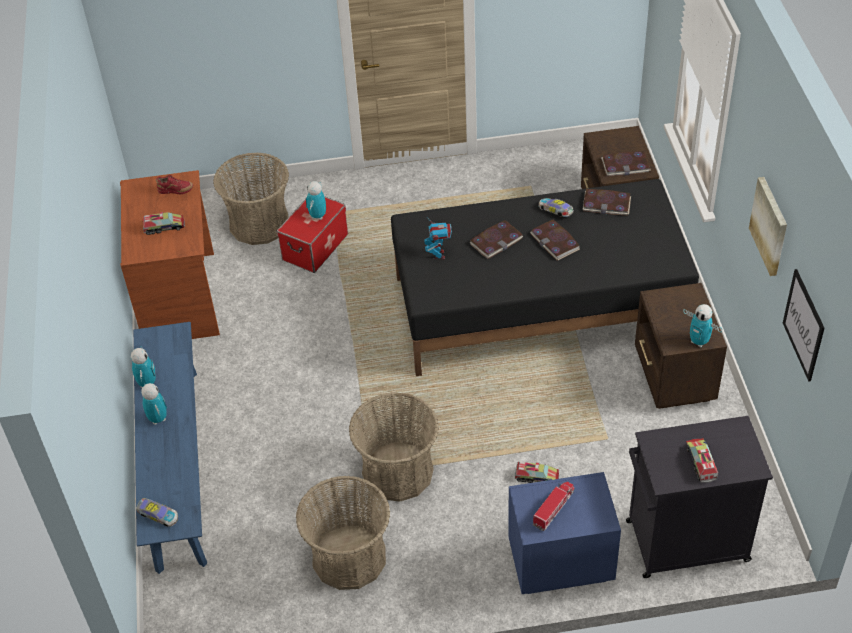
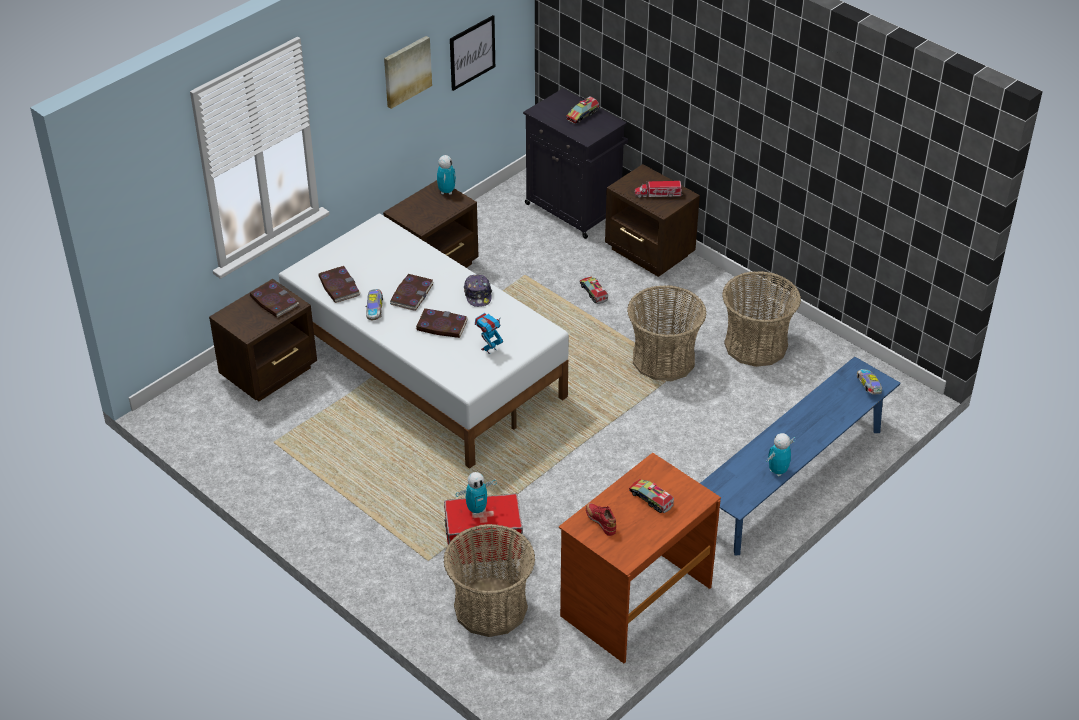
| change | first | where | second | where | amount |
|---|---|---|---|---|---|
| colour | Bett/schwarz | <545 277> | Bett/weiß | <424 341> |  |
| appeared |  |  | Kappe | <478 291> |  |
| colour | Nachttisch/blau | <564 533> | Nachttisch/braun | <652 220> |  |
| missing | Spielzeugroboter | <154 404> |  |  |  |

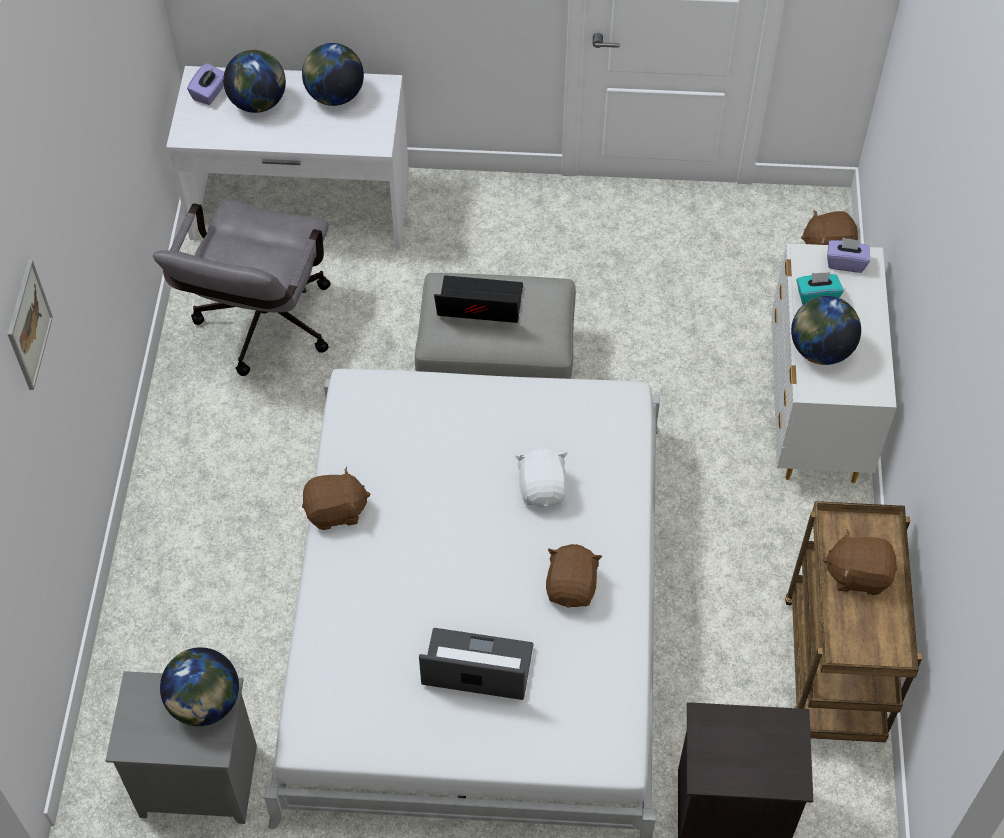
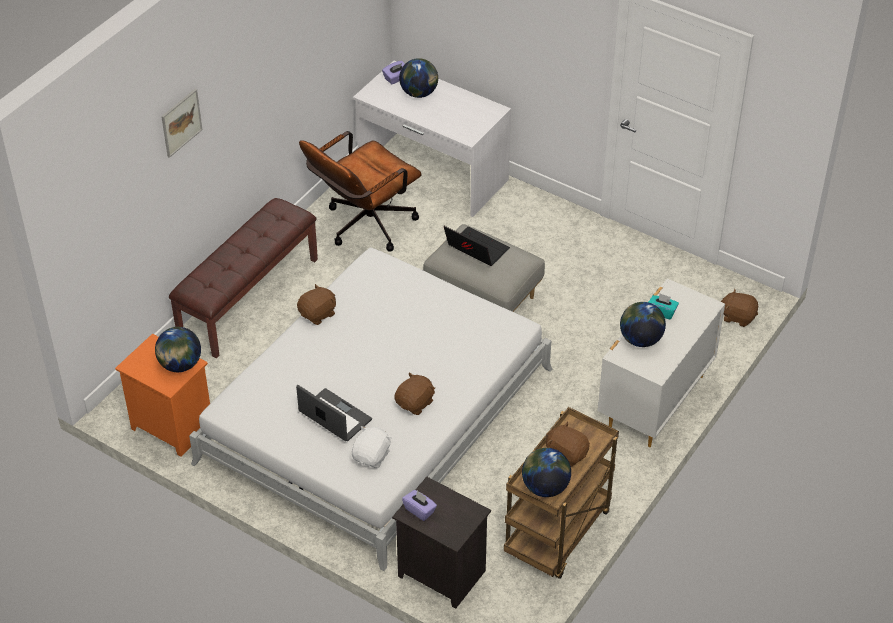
| change | first | where | second | where | amount |
|---|---|---|---|---|---|
| colour | Nachttisch/grau | <181 747> | Nachttisch/orange | <162 395> |  |
| appeared |  |  | Bank/braun | <243 278> |  |
| spun | Plüschtier/braun | <336 498> |  | <316 304> | 60 degrees counterclockwise |
| colour | Bürostuhl/grau | <241 288> | Bürostuhl/braun | <360 191> |  |
| relocated | Plüschtier/weiß | <541 477> |  | <372 447> |  |
| relocated | Taschentuchbox/lila | <848 255> |  | <419 505> |  |
| relocated | Globus | <333 74> |  | <546 472> |  |

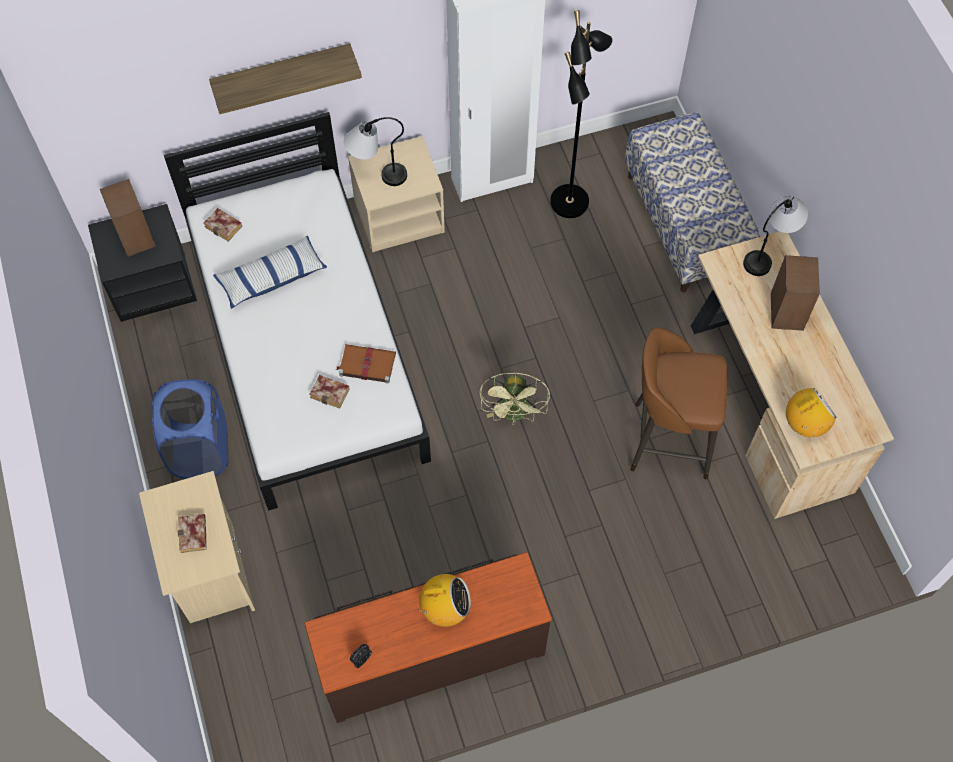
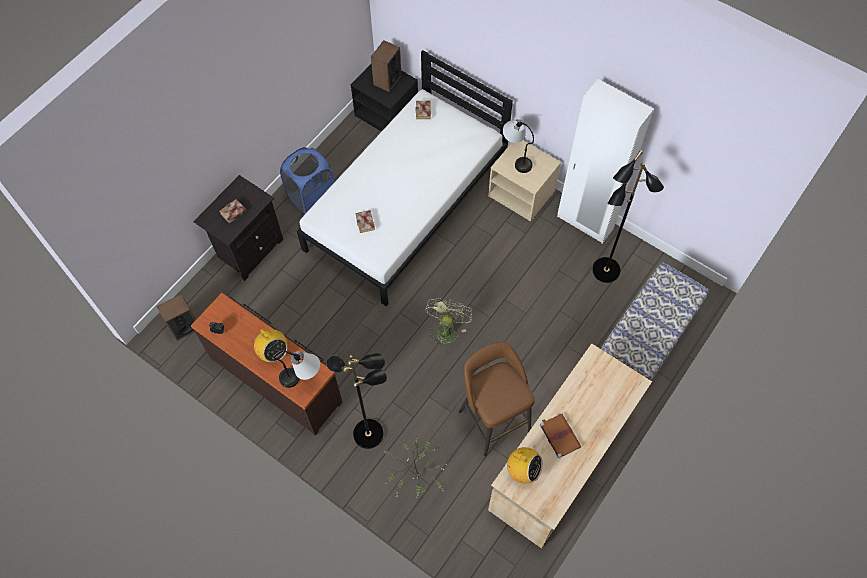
| change | first | where | second | where | amount |
|---|---|---|---|---|---|
| relocated | Lautsprecher | <795 293> |  | <176 317> |  |
| colour | Nachttisch/beige | <197 547> | Nachttisch/schwarz | <238 228> |  |
| relocated | Tischlampe | <775 235> |  | <294 368> |  |
| appeared |  |  | Stehlampe/schwarz | <357 401> |  |
| appeared |  |  | Topfpflanze | <415 465> |  |
| spun | Ventilator/grün | <514 399> |  | <448 323> | 135 degrees clockwise |
| relocated | Buch/braun | <365 364> |  | <560 436> |  |
| missing | Wandregal | <285 78> |  |  |  |
| missing | Kissen | <270 272> |  |  |  |

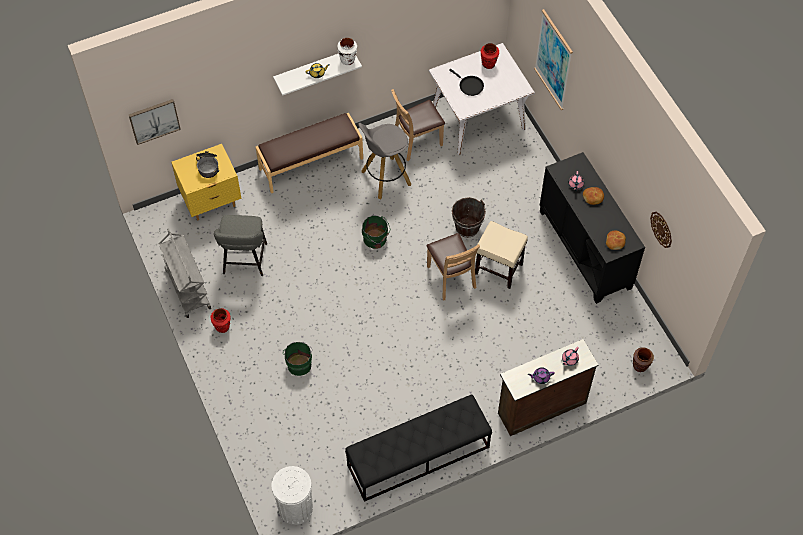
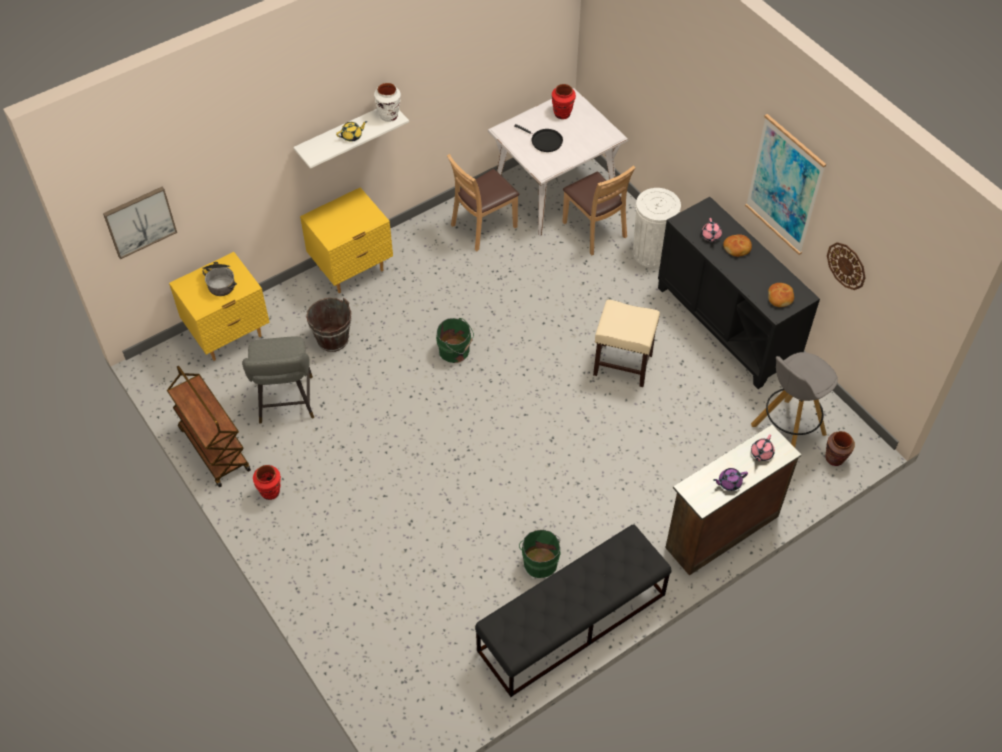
| change | first | where | second | where | amount |
|---|---|---|---|---|---|
| colour | Rollwagen/grau | <185 273> | Rollwagen/braun | <209 426> |  |
| exchanged | Bank/braun | <309 153> | Nachttisch/gelb | <346 240> |  |
| relocated | Eimer/braun | <469 217> |  | <329 325> |  |
| relocated | Eimer/grün | <298 359> |  | <540 554> |  |
| relocated | Stuhl/braun | <453 266> |  | <598 210> |  |
| relocated | Mülleimer/weiß | <292 495> |  | <657 228> |  |
| relocated | Bild | <553 59> |  | <785 184> |  |
| relocated | Hocker/grau | <384 161> |  | <794 399> |  |

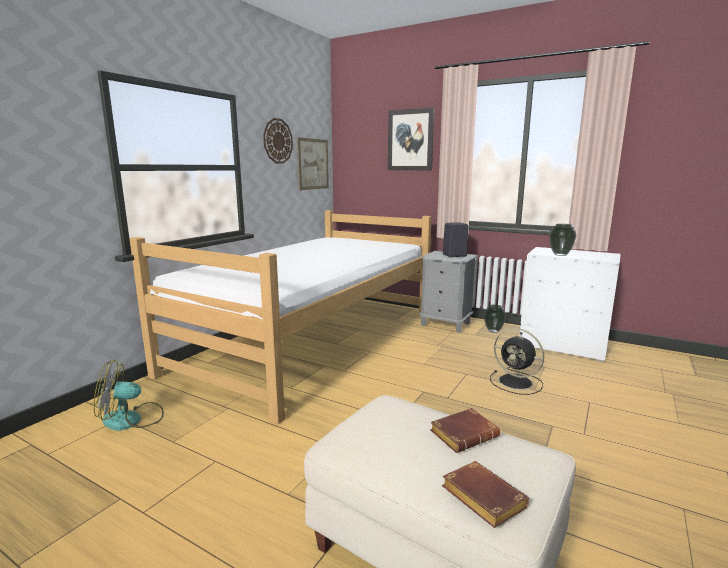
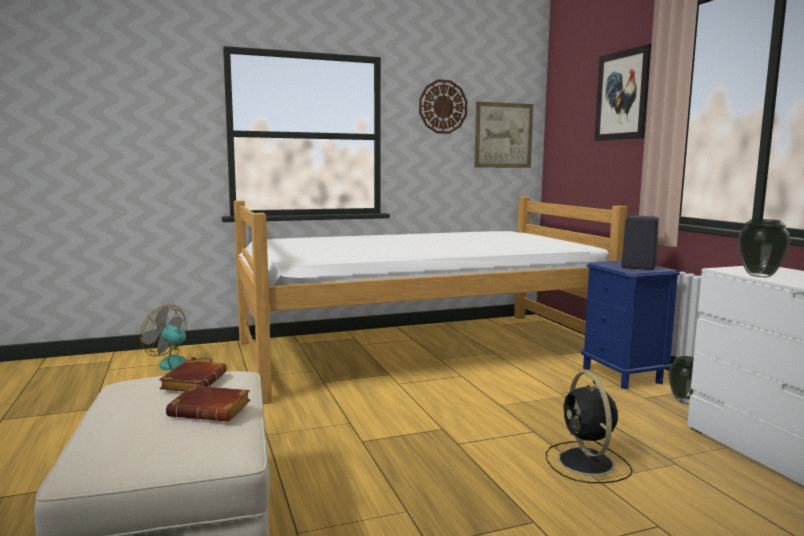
| change | first | where | second | where | amount |
|---|---|---|---|---|---|
| relocated | Buch/braun | <486 494> |  | <193 376> |  |
| colour | Nachttisch/grau | <448 292> | Nachttisch/blau | <630 325> |  |

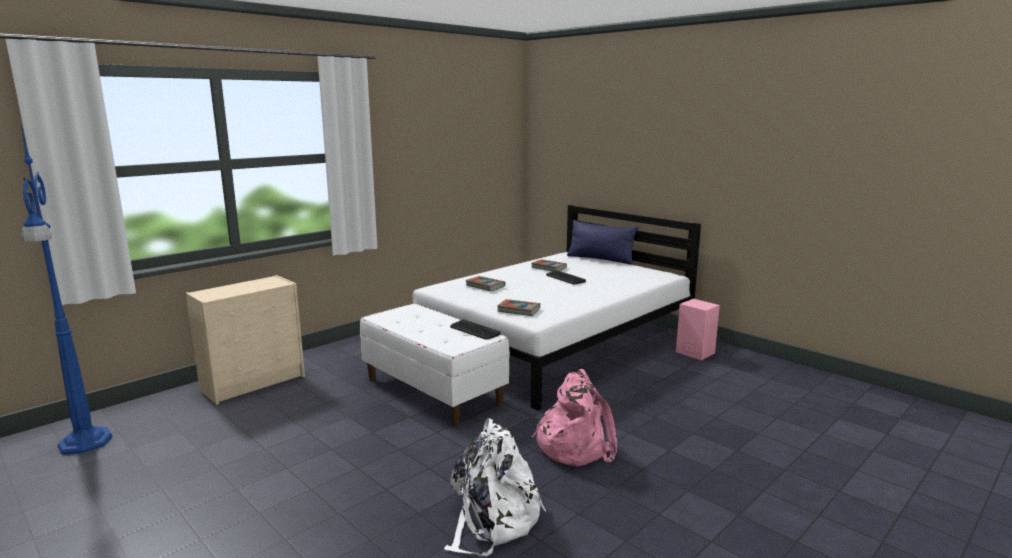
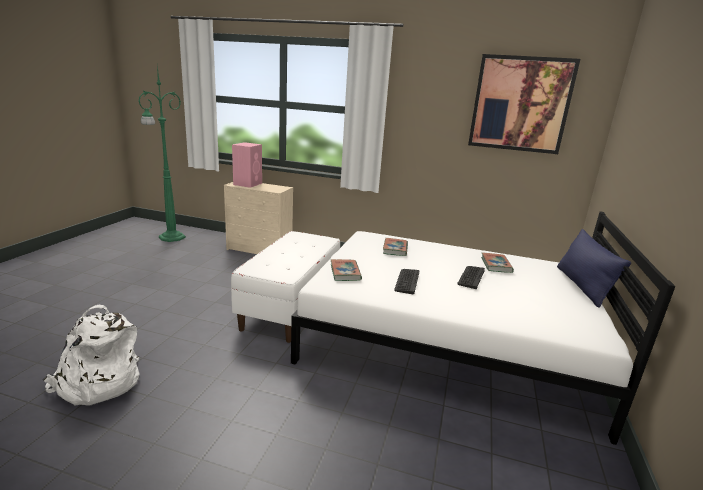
| change | first | where | second | where | amount |
|---|---|---|---|---|---|
| colour | Stehlampe/blau | <66 290> | Stehlampe/grün | <162 154> |  |
| relocated | Lautsprecher/rosa | <698 329> |  | <247 165> |  |
| relocated | Tastatur | <475 329> |  | <406 281> |  |
| appeared |  |  | Bild | <524 104> |  |
| missing | Rucksack/rosa | <574 418> |  |  |  |

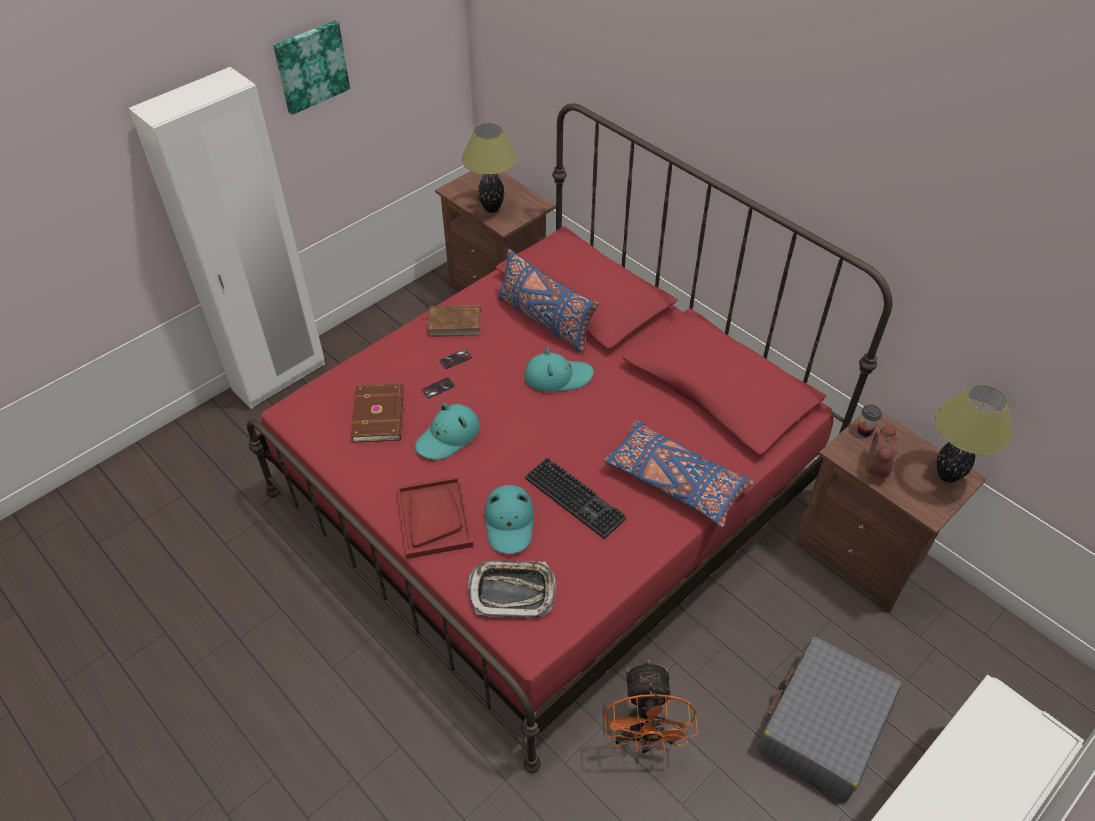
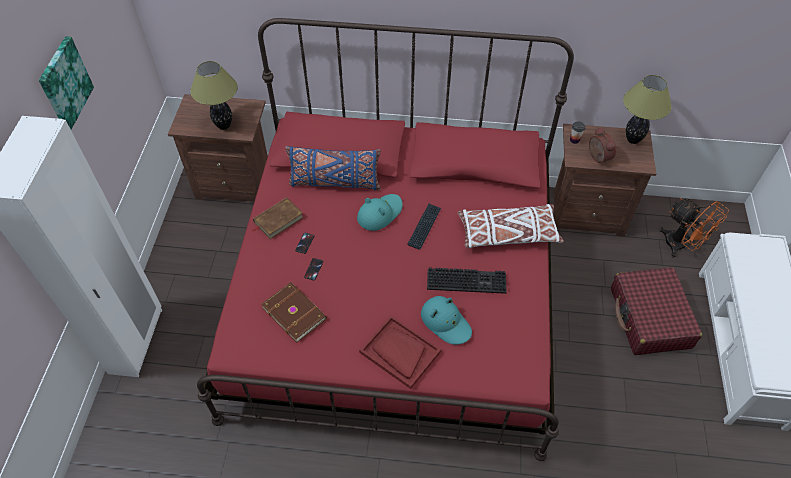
| change | first | where | second | where | amount |
|---|---|---|---|---|---|
| appeared |  |  | Tastatur | <424 226> |  |
| colour | Kissen/blau | <679 474> | Kissen/weiß | <511 226> |  |
| colour | Koffer/grau | <829 719> | Koffer/rot | <656 311> |  |
| relocated | Ventilator/orange | <651 706> |  | <694 228> |  |
| missing | Hut/türkis | <447 431> |  |  |  |
| missing | Tablett | <511 589> |  |  |  |

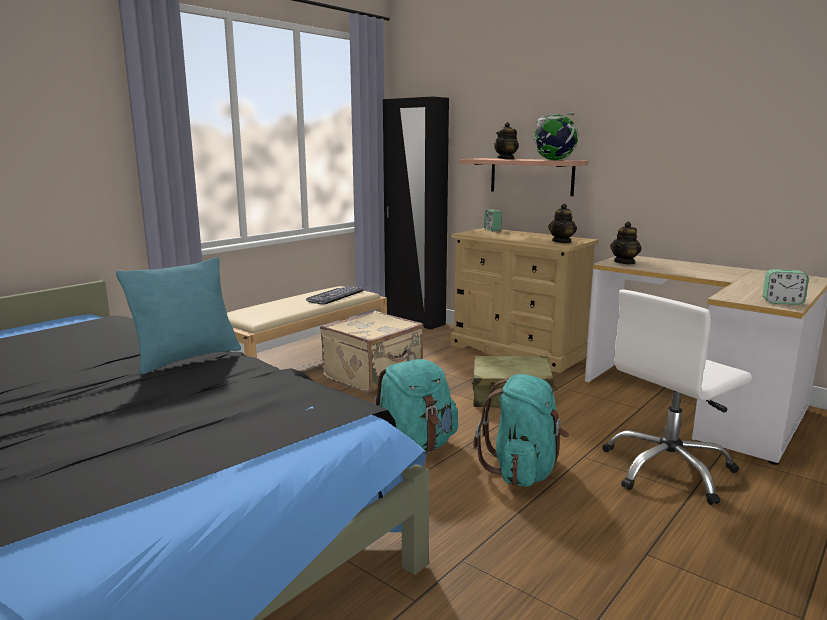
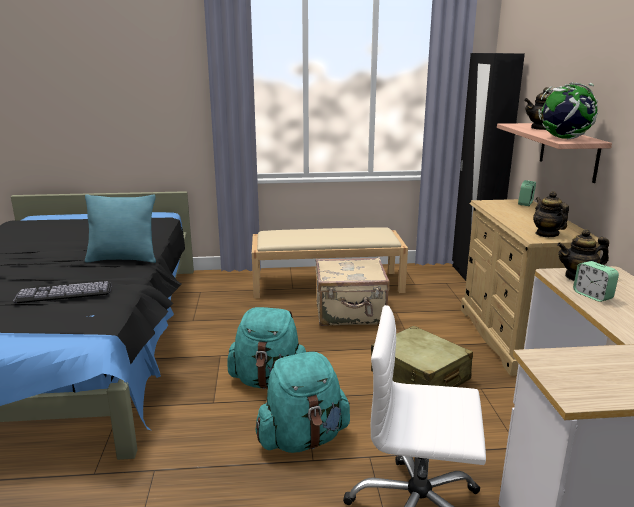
| change | first | where | second | where | amount |
|---|---|---|---|---|---|
| relocated | Tastatur | <335 295> |  | <62 291> |  |
| spun | Teekanne | <562 223> |  | <551 214> | 90 degrees clockwise |
| relocated | Wecker | <786 287> |  | <596 281> |  |

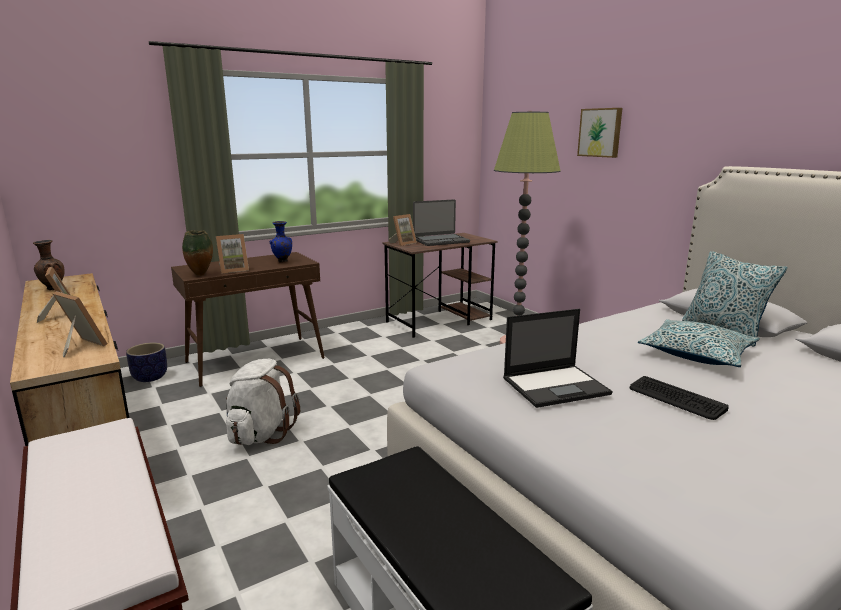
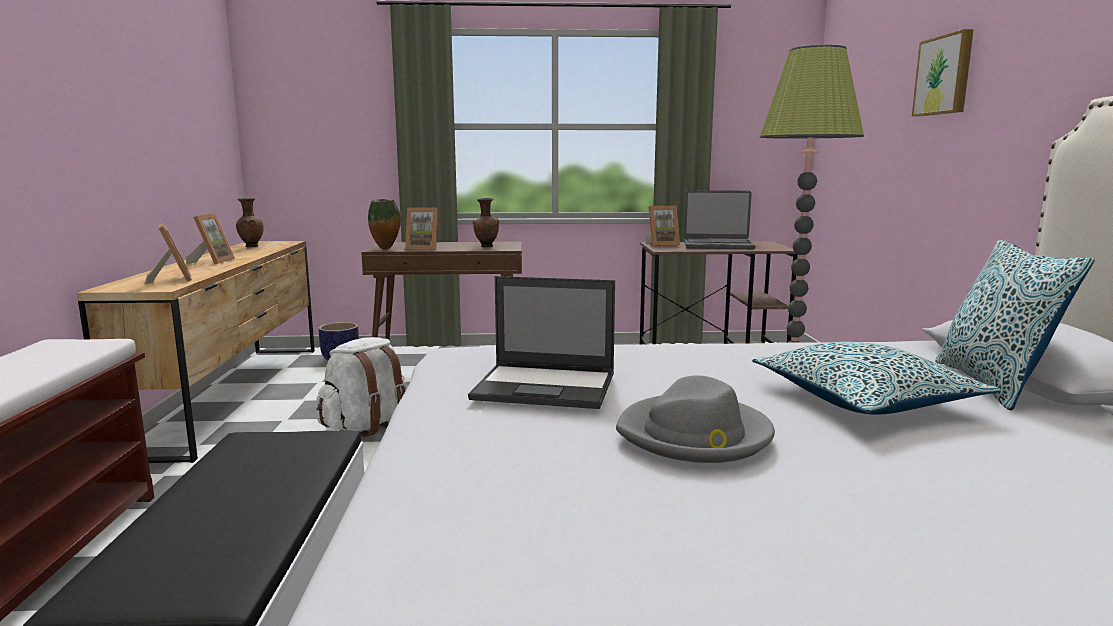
| change | first | where | second | where | amount |
|---|---|---|---|---|---|
| colour | Vase/blau | <281 242> | Vase/braun | <486 222> |  |
| exchanged | Tastatur | <679 398> | Hut/grau | <695 419> |  |

